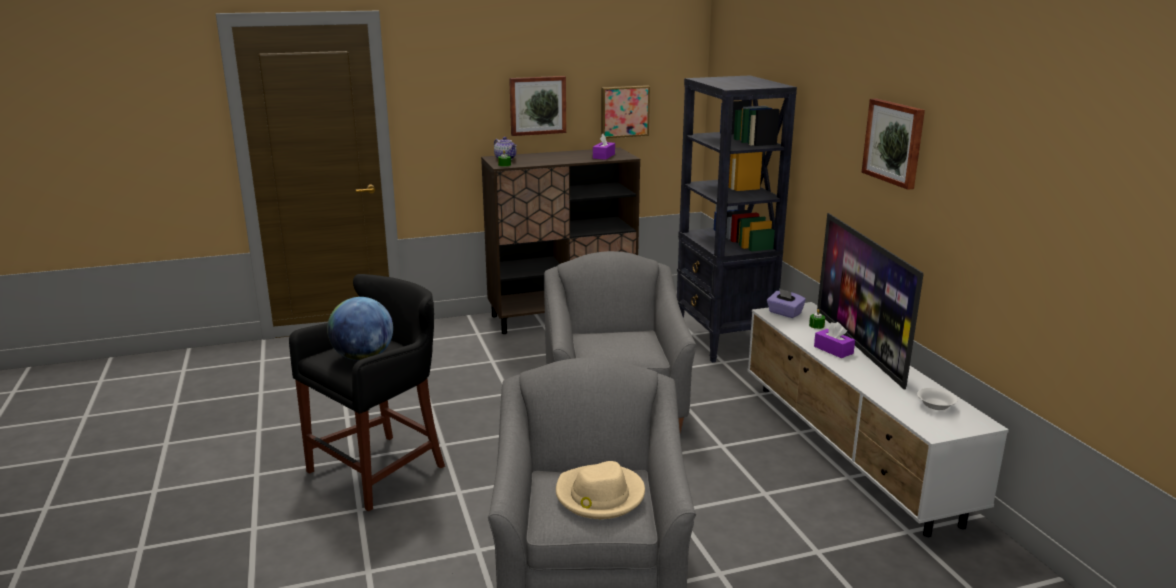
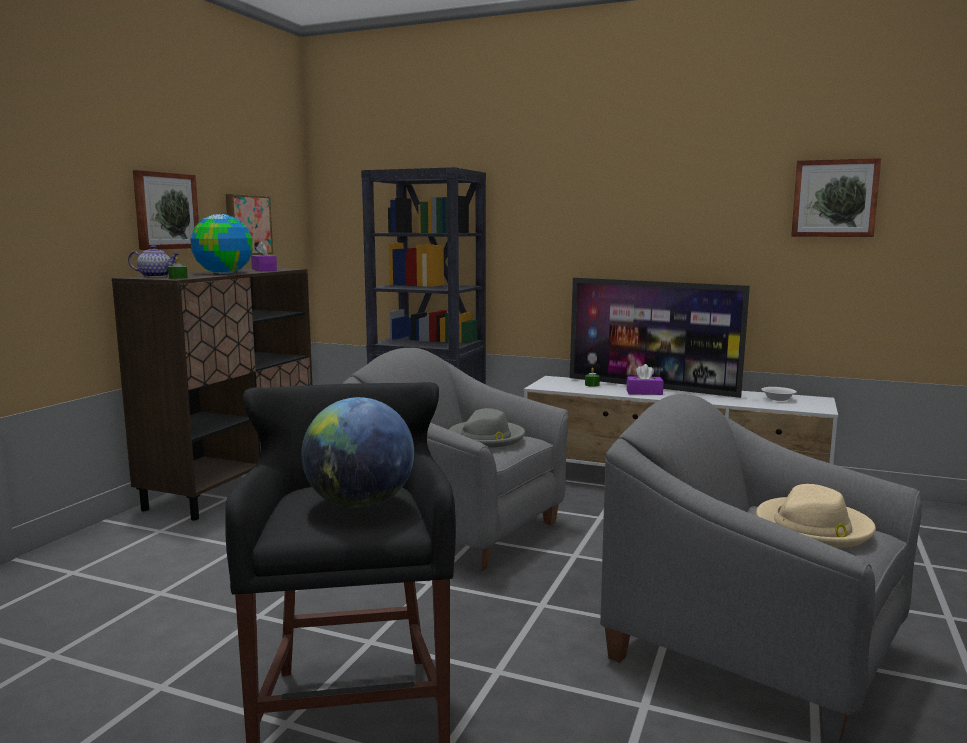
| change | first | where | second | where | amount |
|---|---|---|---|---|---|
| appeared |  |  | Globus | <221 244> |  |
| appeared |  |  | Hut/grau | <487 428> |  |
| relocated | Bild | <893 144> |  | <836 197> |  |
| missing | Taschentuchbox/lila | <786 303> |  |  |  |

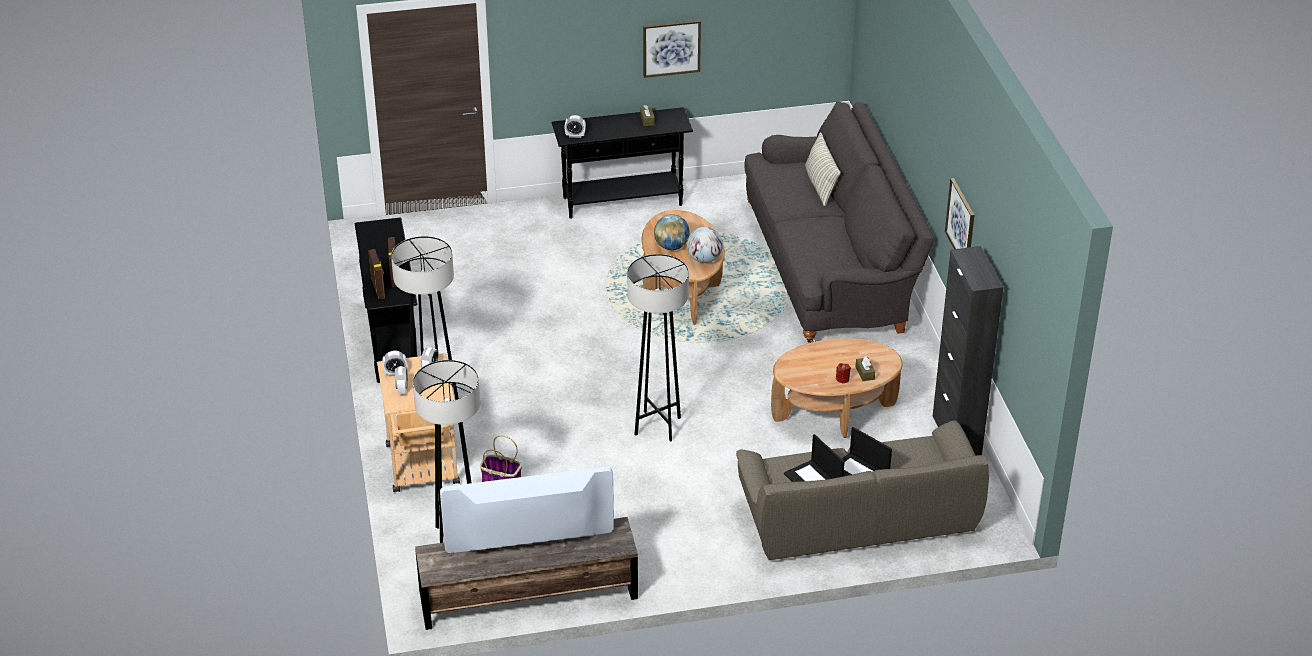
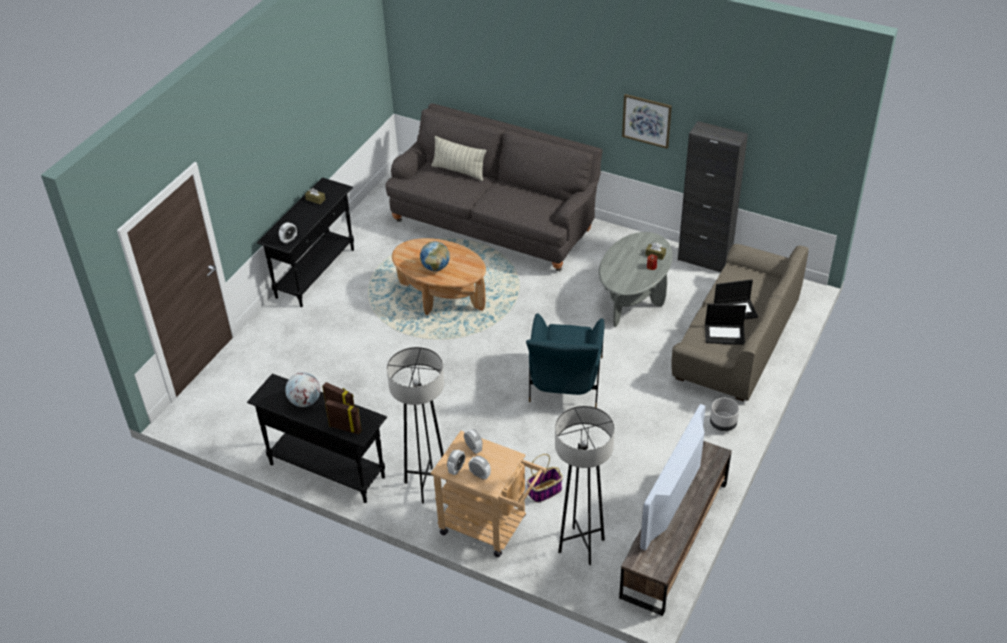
| change | first | where | second | where | amount |
|---|---|---|---|---|---|
| relocated | Globus | <705 245> |  | <302 389> |  |
| exchanged | Stehlampe/grau | <658 347> | Sessel/blau | <565 360> |  |
| colour | Couchtisch/braun | <836 388> | Couchtisch/grau | <636 279> |  |
| appeared |  |  | Pflanzkübel/grau | <724 414> |  |
| missing | Bild | <672 49> |  |  |  |

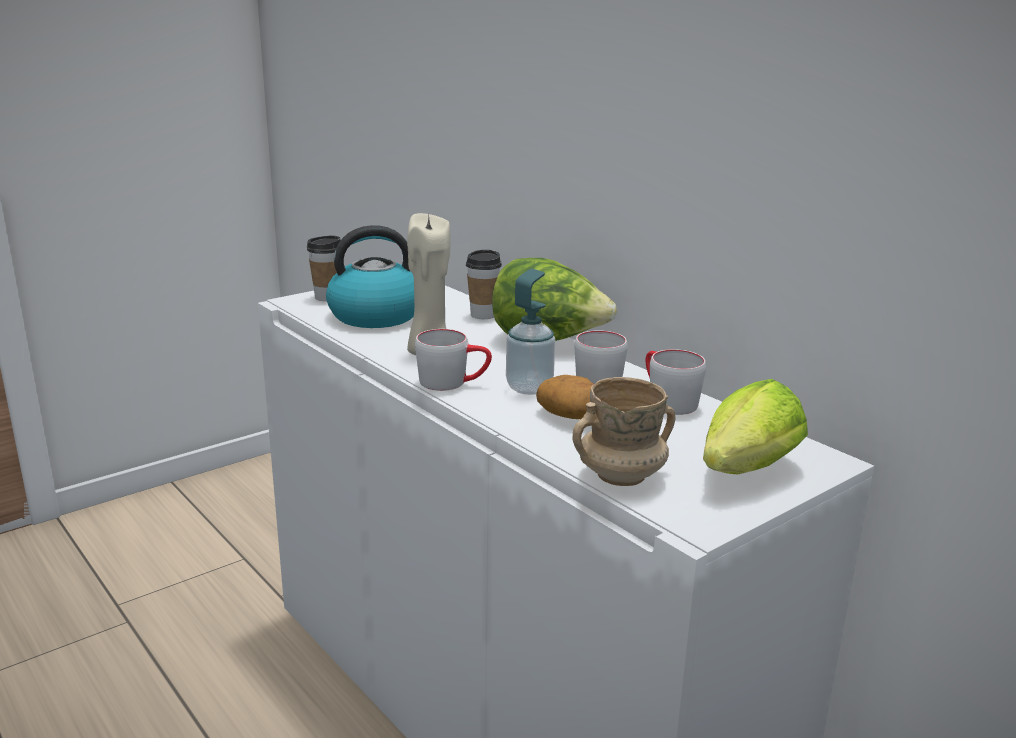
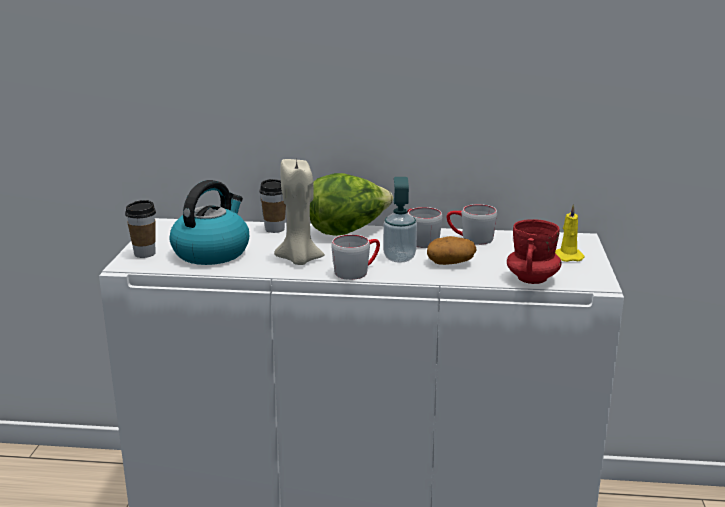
| change | first | where | second | where | amount |
|---|---|---|---|---|---|
| colour | Henkelbecher/beige | <623 431> | Henkelbecher/rot | <534 251> |  |
| exchanged | Salatkopf | <755 426> | Kerze/gelb | <570 233> |  |

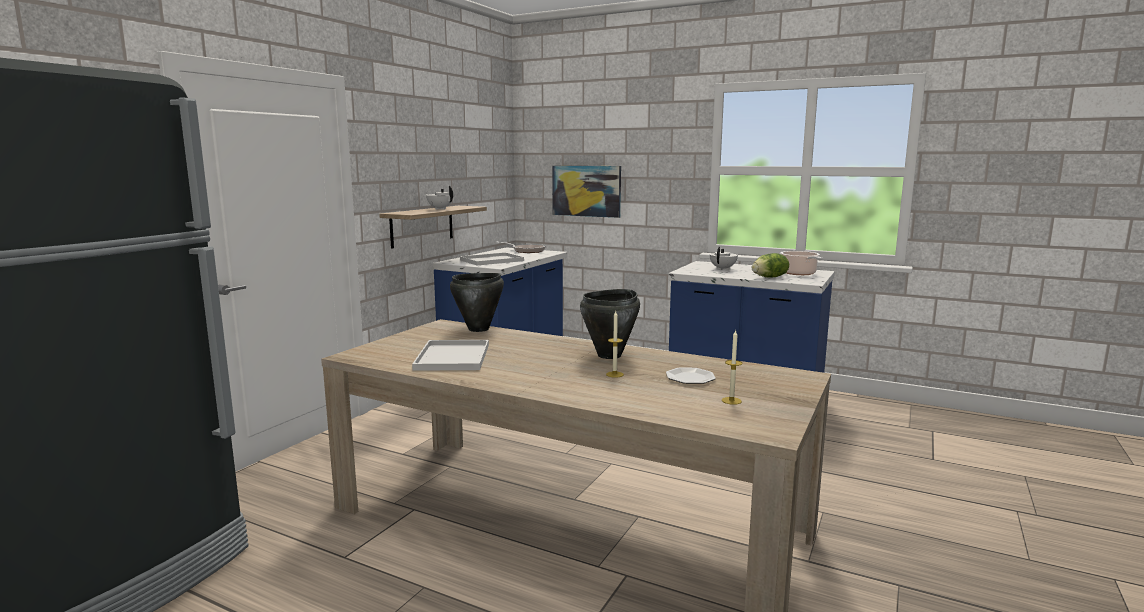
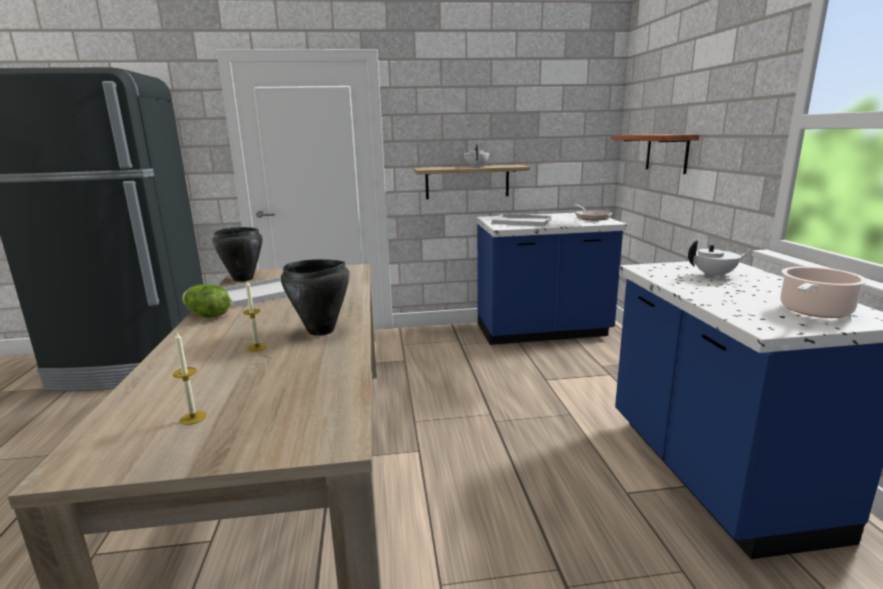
| change | first | where | second | where | amount |
|---|---|---|---|---|---|
| relocated | Salatkopf | <770 265> |  | <206 301> |  |
| relocated | Kochtopf/schwarz | <477 302> |  | <237 254> |  |
| exchanged | Bild | <586 192> | Wandregal | <655 154> |  |
| missing | Teller | <691 376> |  |  |  |

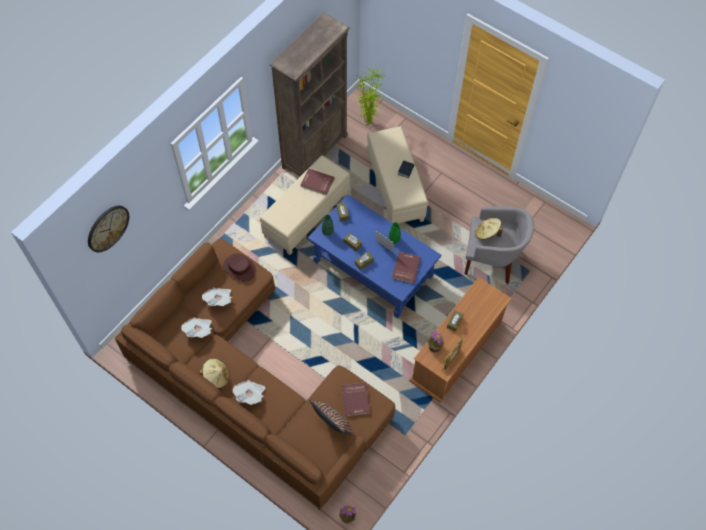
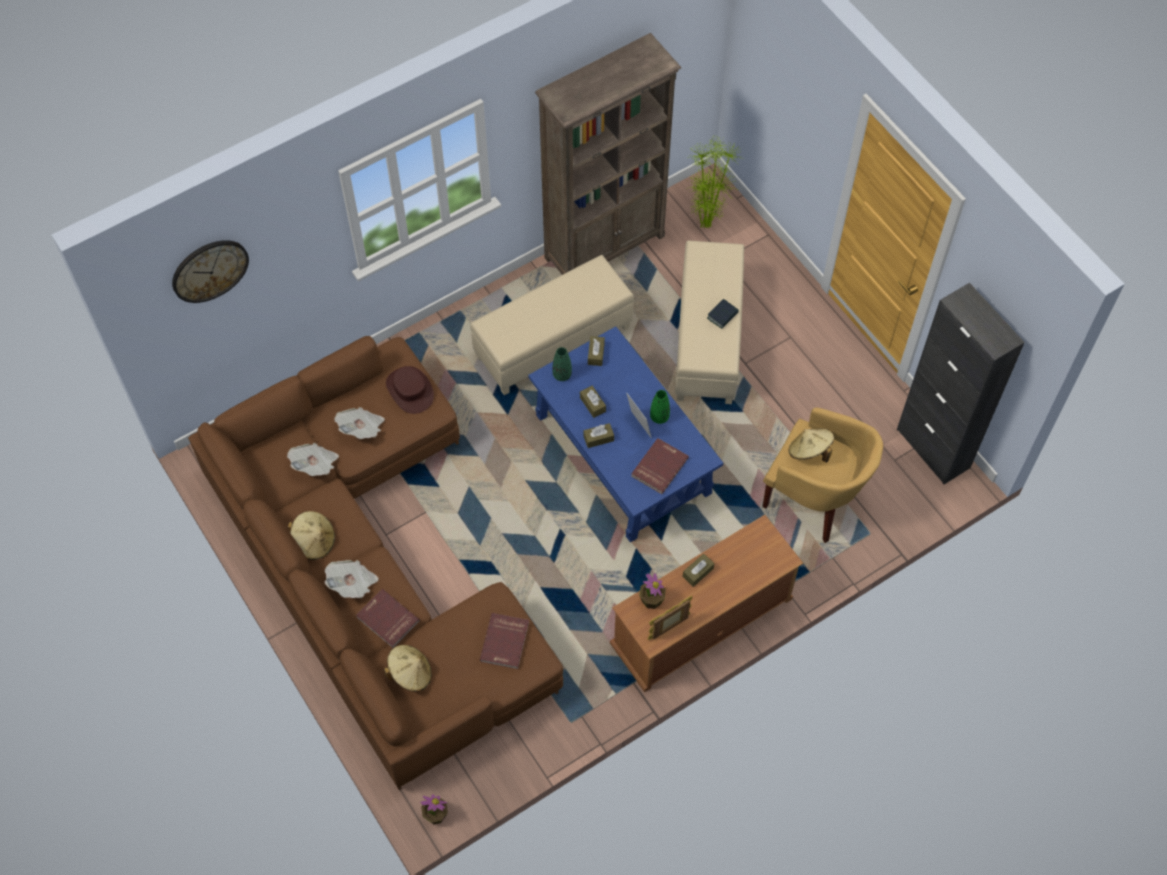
| change | first | where | second | where | amount |
|---|---|---|---|---|---|
| relocated | Buch/rot | <317 181> |  | <388 618> |  |
| appeared |  |  | Hut/beige | <407 668> |  |
| colour | Sessel/grau | <499 245> | Sessel/gelb | <822 475> |  |
| appeared |  |  | Schrank/schwarz | <961 383> |  |
| missing | Kissen/braun | <332 417> |  |  |  |

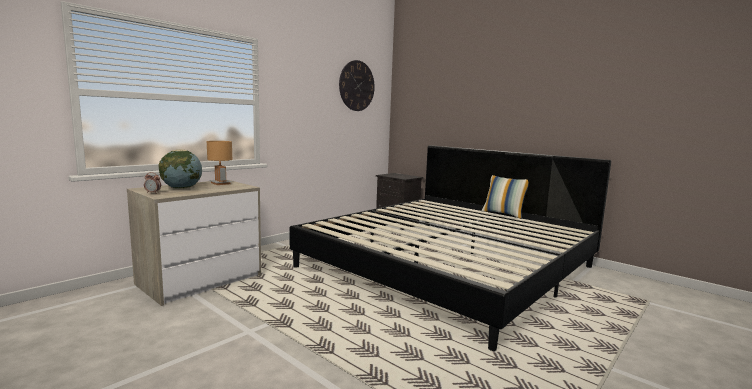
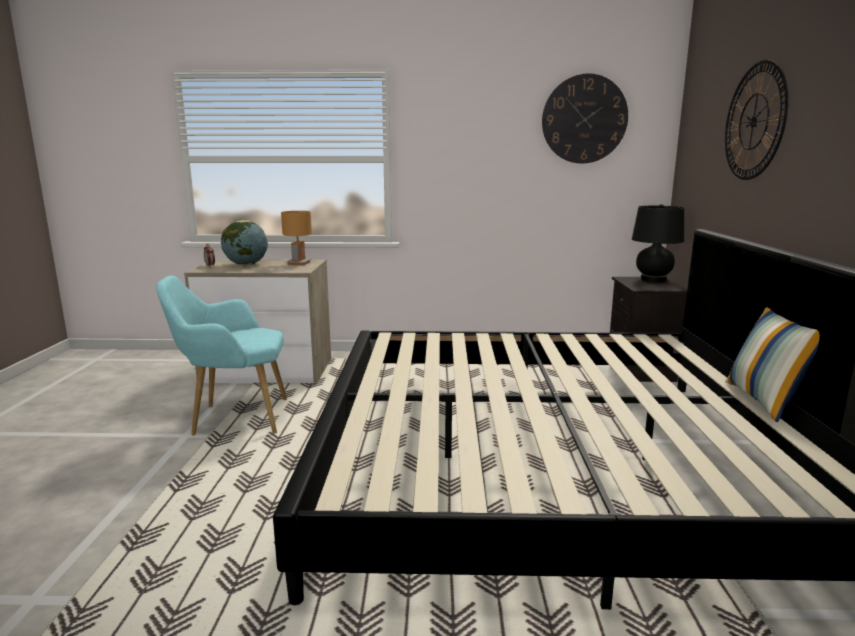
| change | first | where | second | where | amount |
|---|---|---|---|---|---|
| appeared |  |  | Sessel/türkis | <221 356> |  |
| appeared |  |  | Tischlampe/schwarz | <658 243> |  |
| appeared |  |  | Wanduhr | <756 120> |  |

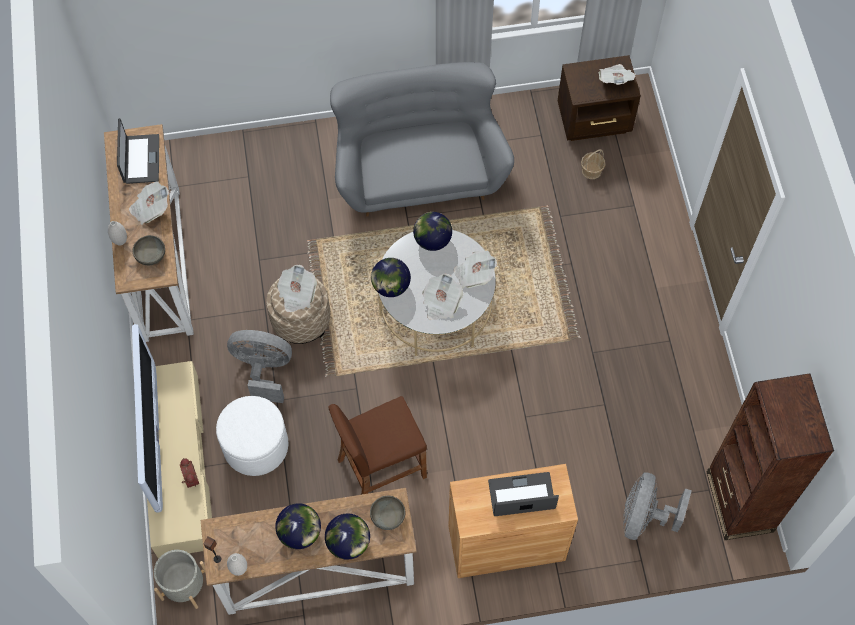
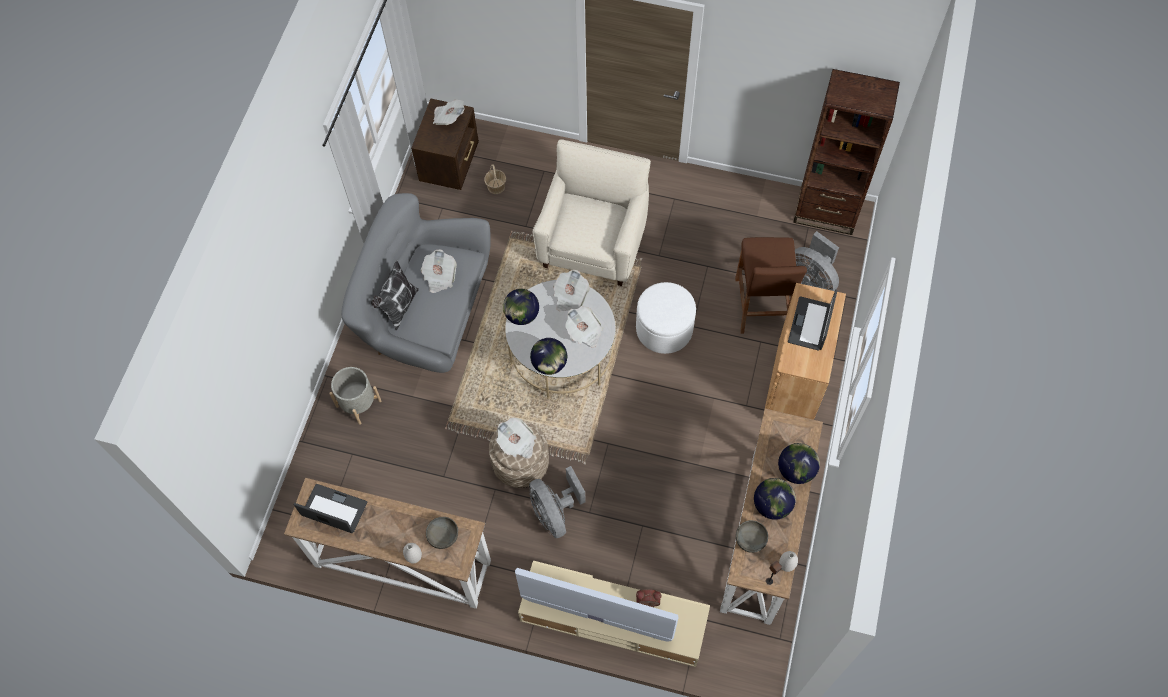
| change | first | where | second | where | amount |
|---|---|---|---|---|---|
| relocated | Pflanzkübel/grau | <180 579> |  | <355 396> |  |
| appeared |  |  | Kissen | <395 295> |  |
| relocated | Zeitung | <149 203> |  | <439 271> |  |
| spun | Ventilator/grau | <259 366> |  | <557 502> | 60 degrees counterclockwise |
| appeared |  |  | Sessel/beige | <592 212> |  |
| relocated | Polsterhocker/weiß | <252 436> |  | <666 318> |  |
| relocated | Hocker/braun | <377 445> |  | <771 285> |  |
| relocated | Schüssel/grau | <387 513> |  | <752 536> |  |

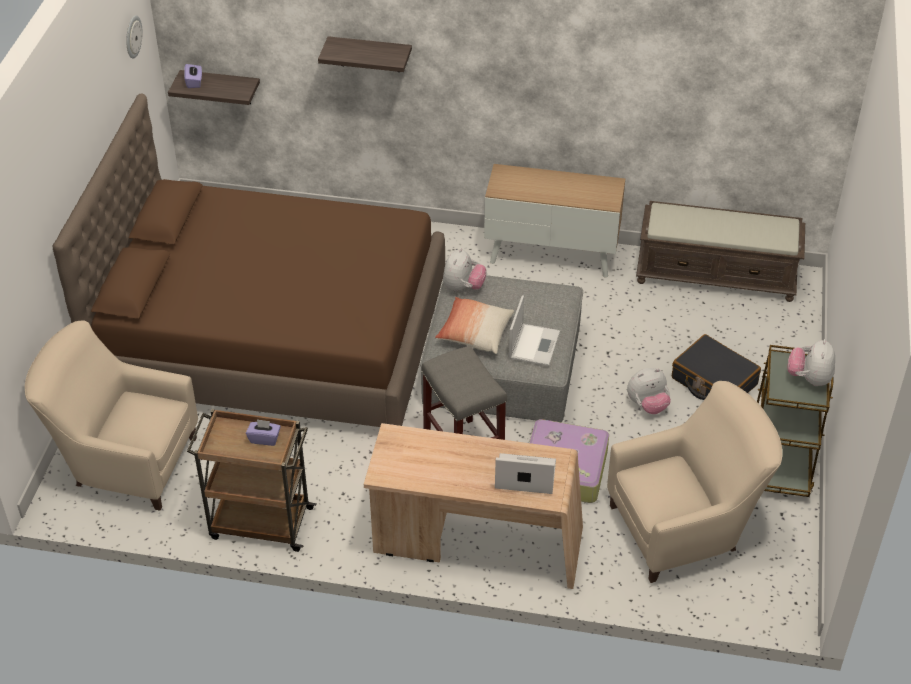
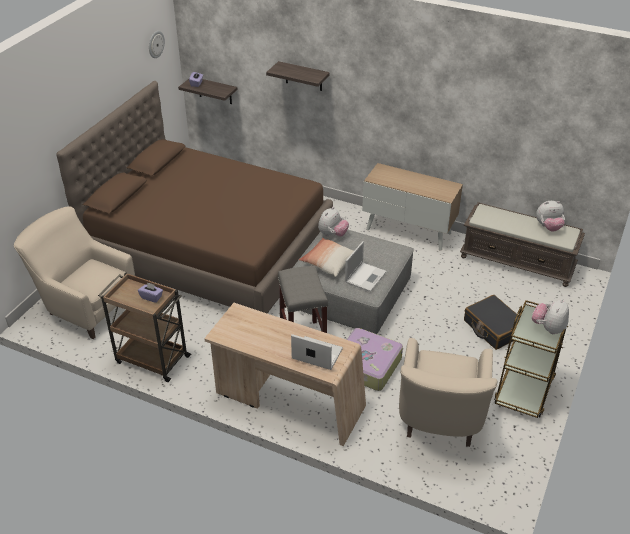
| change | first | where | second | where | amount |
|---|---|---|---|---|---|
| spun | Sessel/beige | <694 482> |  | <448 392> | 105 degrees clockwise |
| relocated | Plüschtier | <649 391> |  | <550 216> |  |

